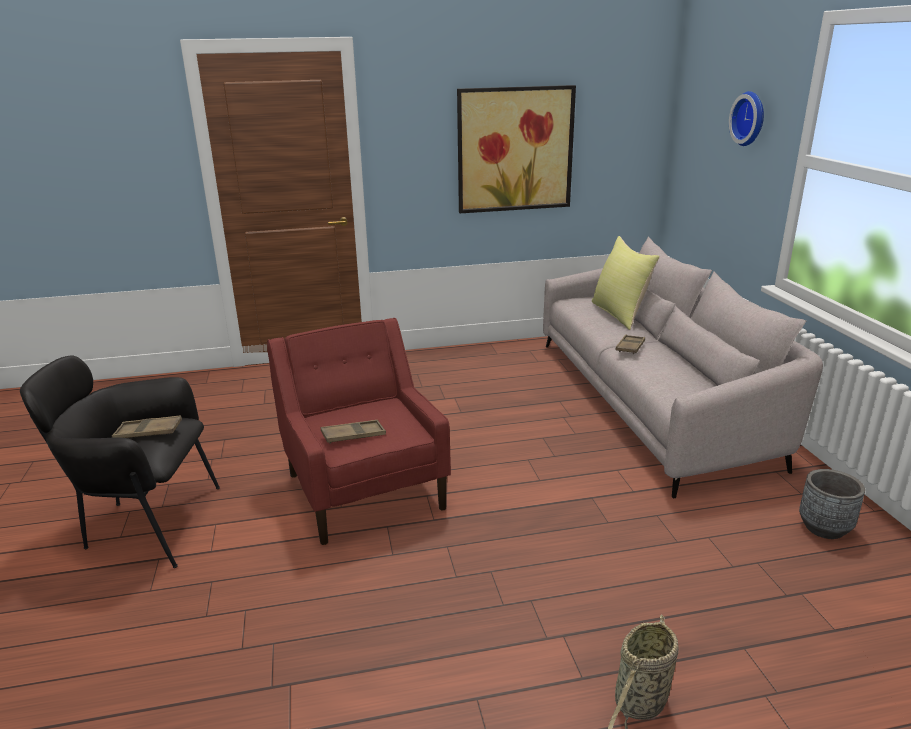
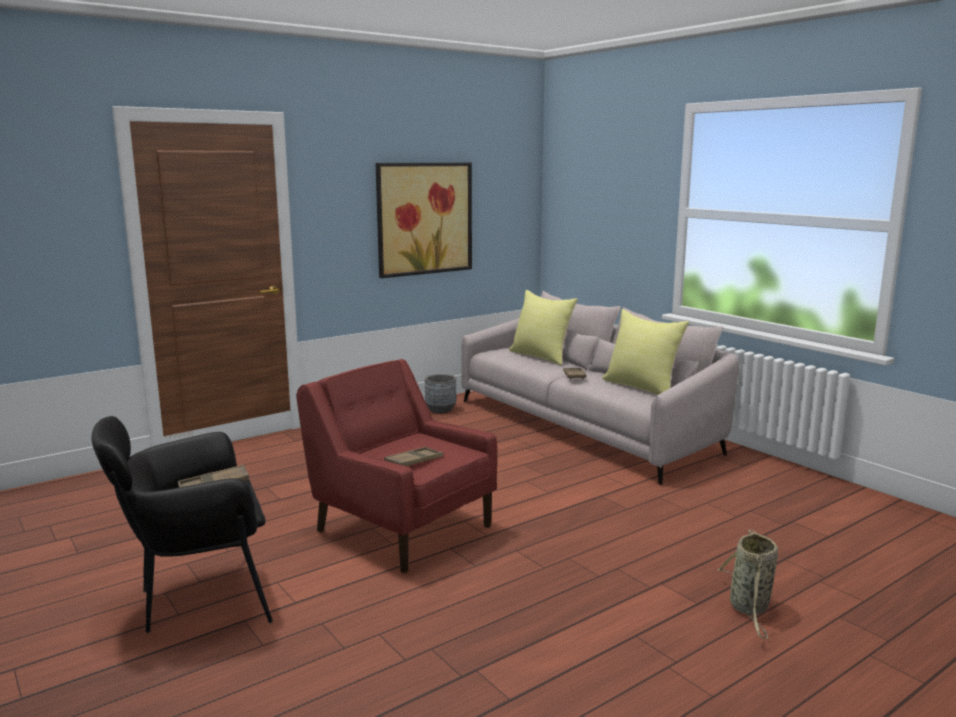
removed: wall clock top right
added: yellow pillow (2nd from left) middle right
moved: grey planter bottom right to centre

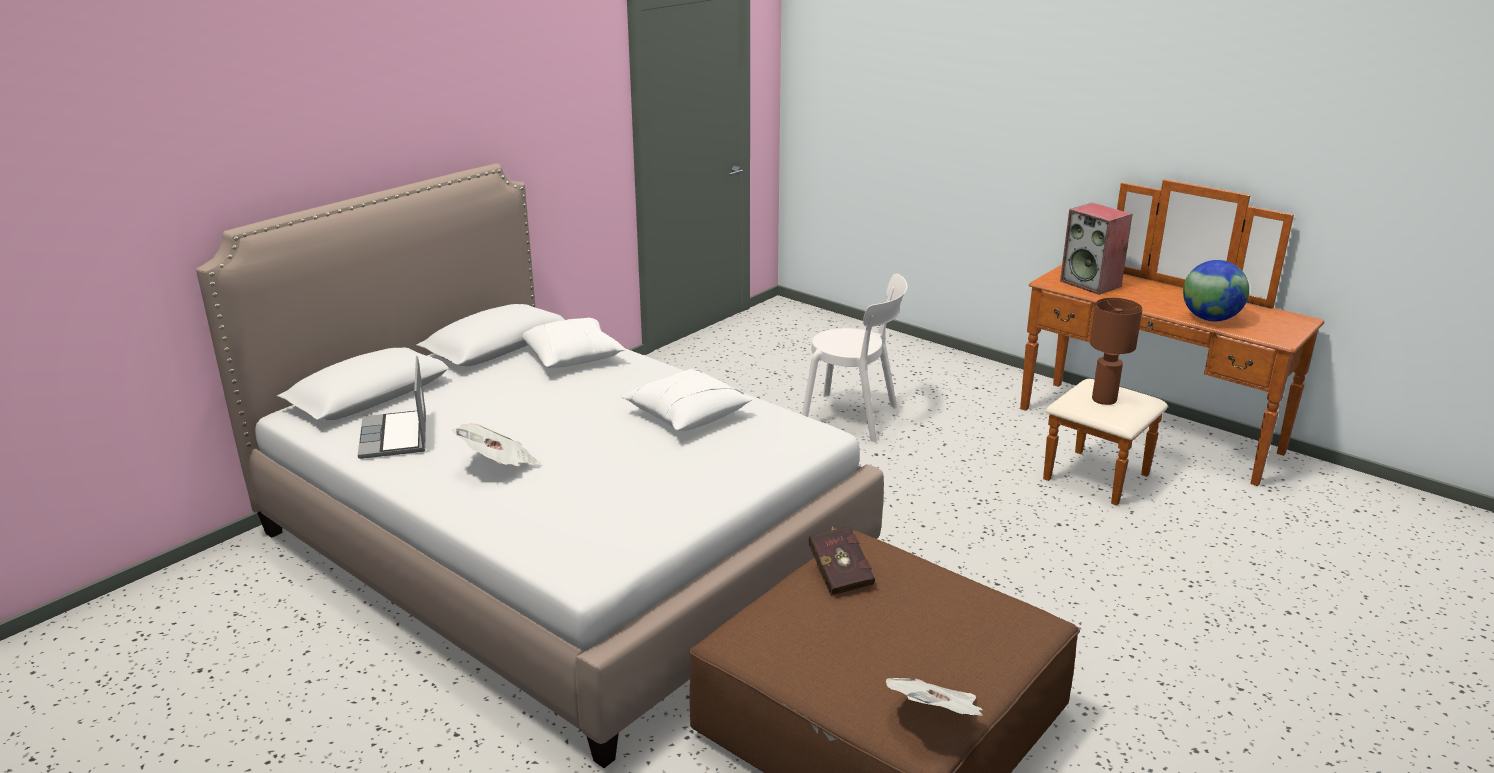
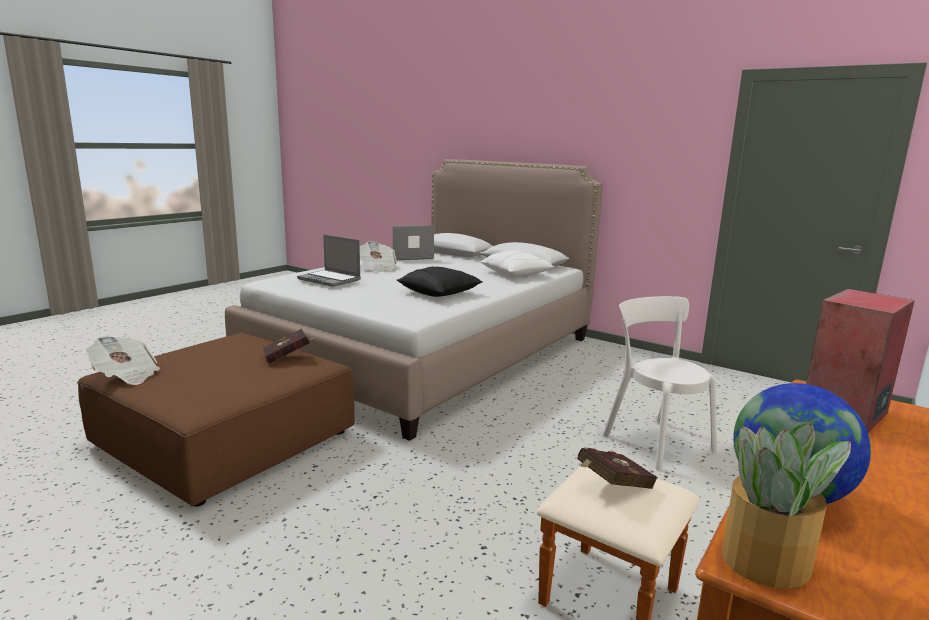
added: laptop (1st from left) centre; potted plant bottom right
replaced: brown table lamp middle right to red book (2nd from left) bottom centre
recoloured: white pillow (2nd from left) centre to black pillow centre
turned: white chair centre = middle right 135 degrees clockwise

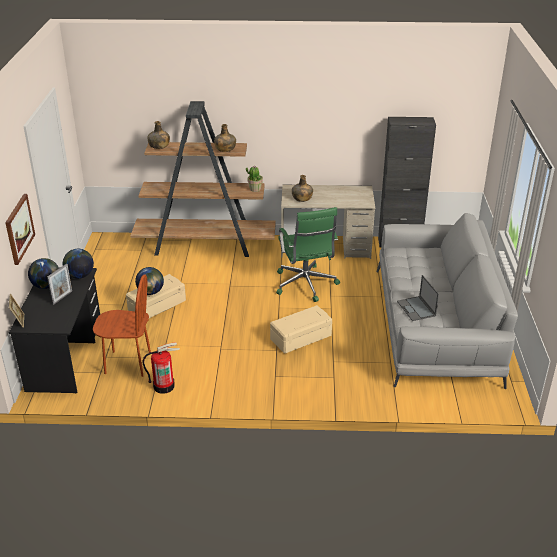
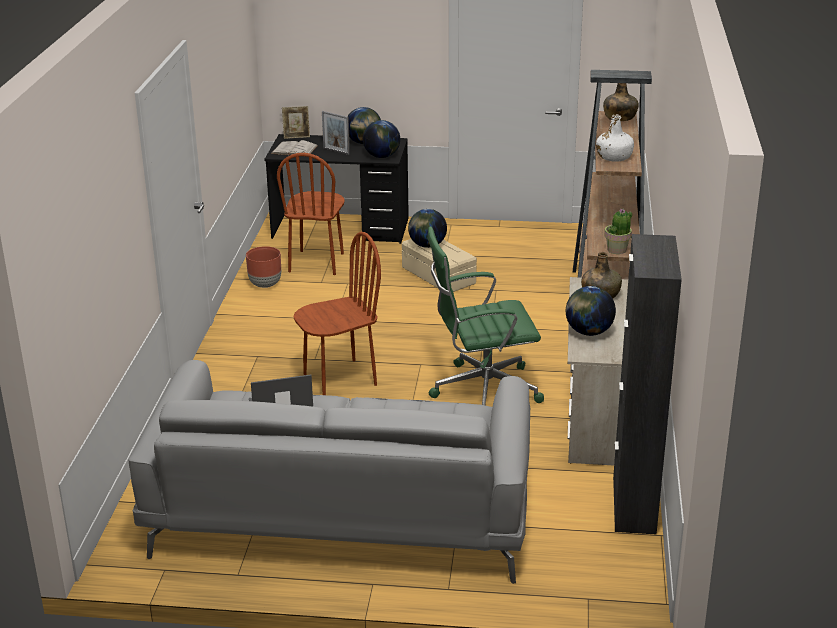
removed: picture middle left
added: white book top centre; globe (4th from left) middle right
replaced: fire extinguisher middle left to brown planter middle left; beige storage box (2nd from left) centre to brown chair (2nd from left) centre
recoloured: green bottle (2nd from left) top centre to white bottle top right

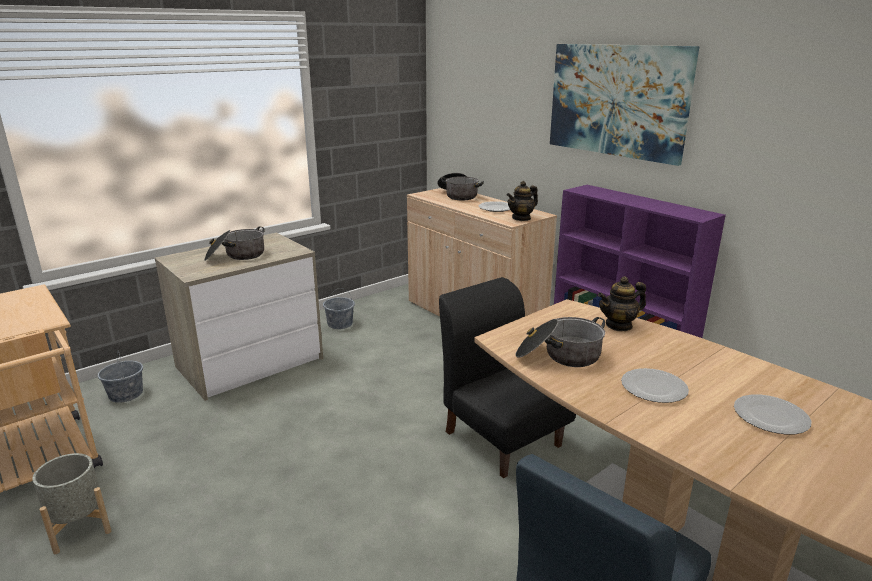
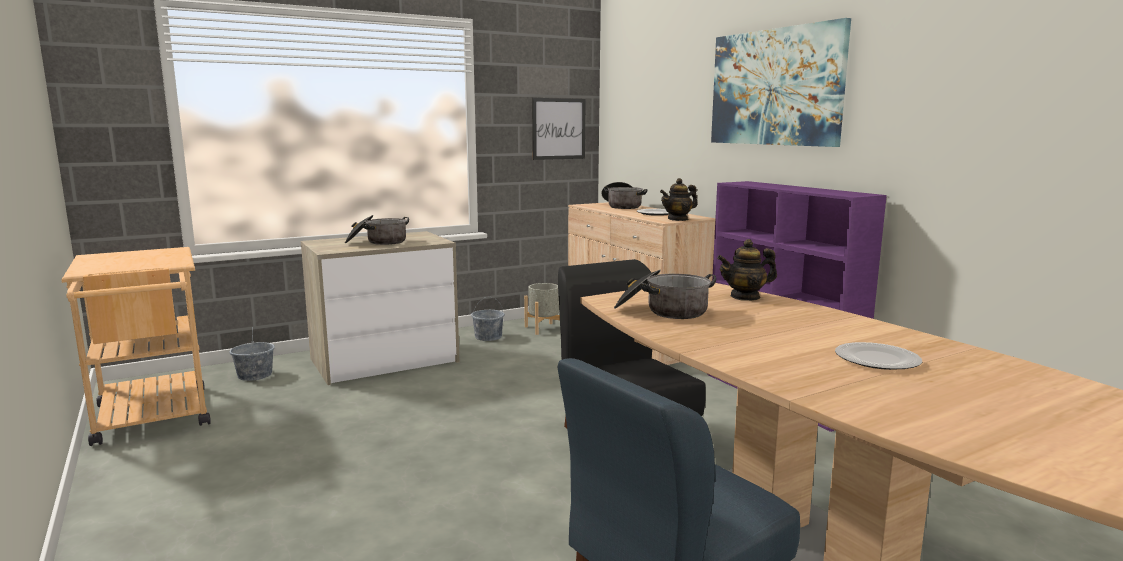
removed: plate (2nd from left) middle right
added: picture (1st from left) top centre
moved: grey planter bottom left to centre

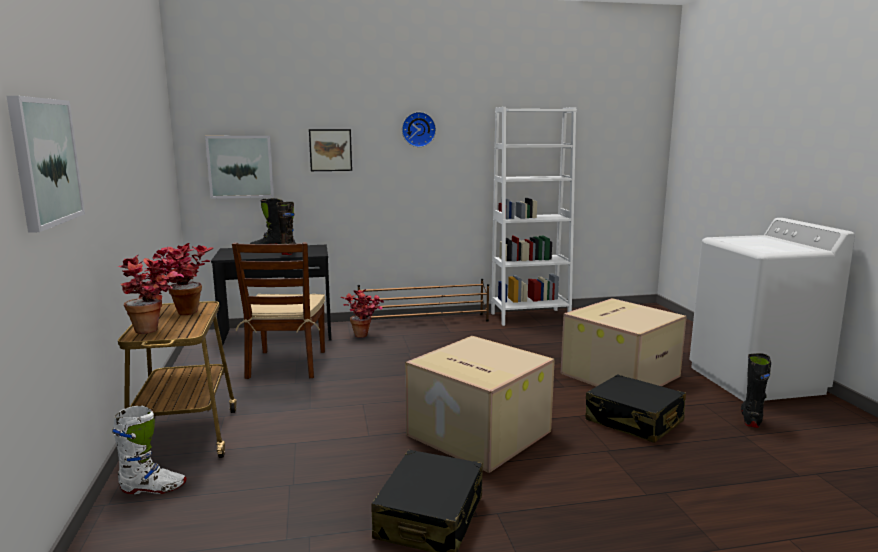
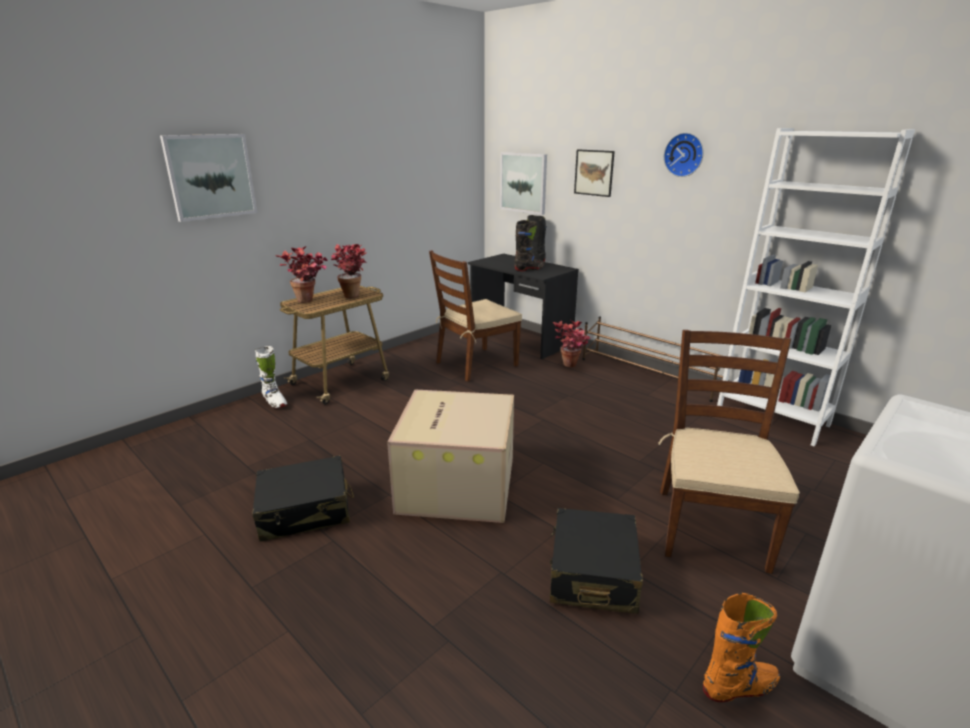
replaced: cardboard box (2nd from left) middle right to brown chair (2nd from left) middle right
recoloured: black boot (3rd from left) bottom right to orange boot bottom right

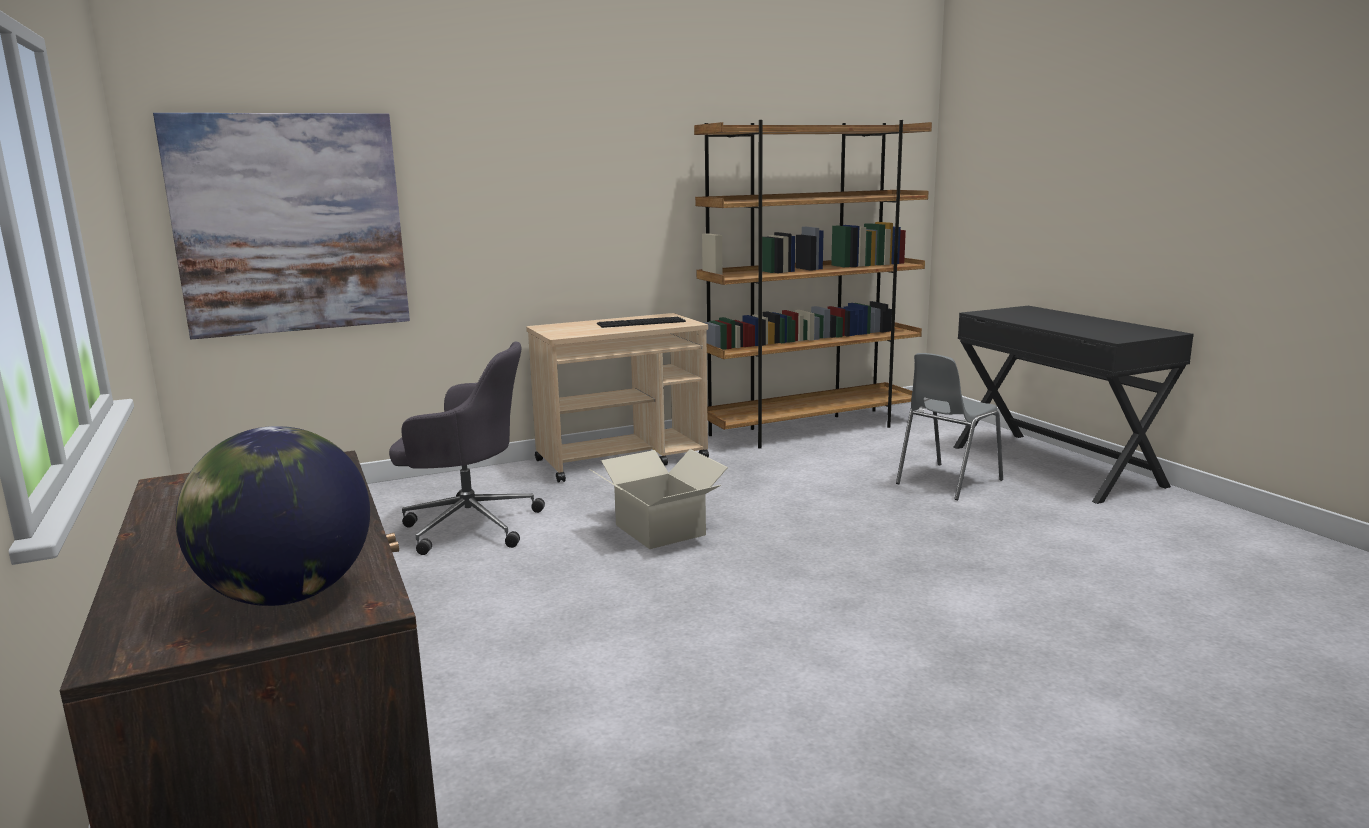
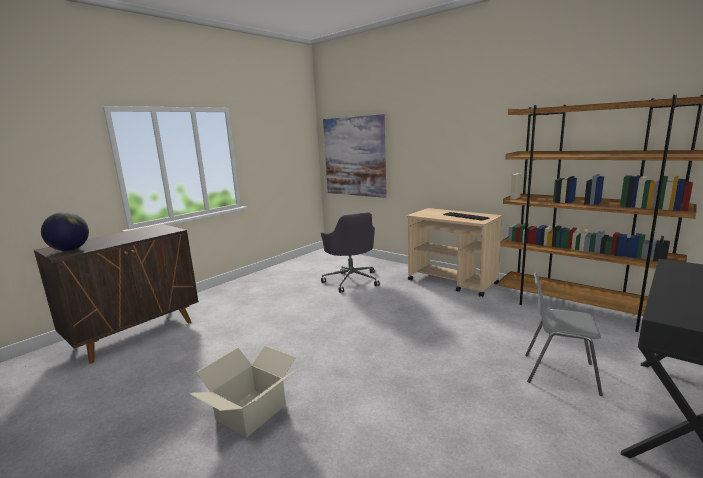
moved: cardboard box centre to bottom centre

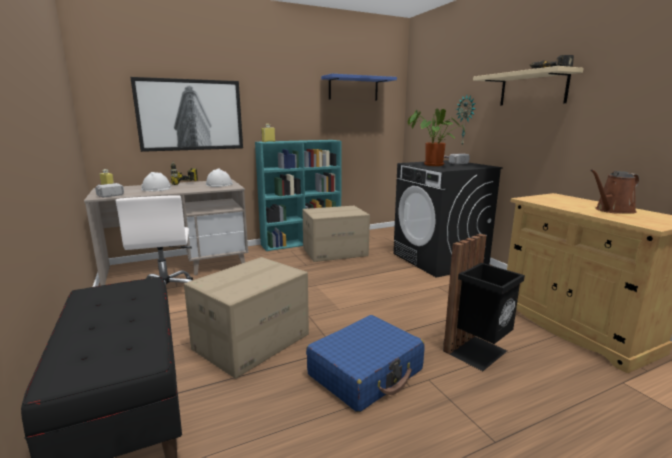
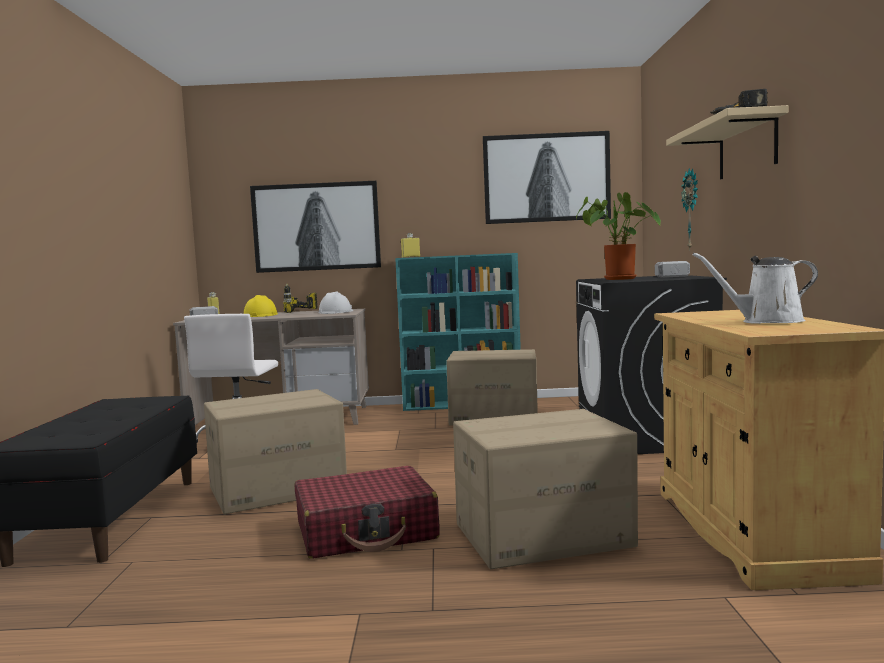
replaced: black trash can middle right to cardboard box (3rd from left) bottom centre; blue shelf top centre to picture (2nd from left) top centre
recoloured: white hard hat (1st from left) middle left to yellow hard hat middle left; blue suitcase bottom centre to red suitcase bottom centre; brown watering can middle right to white watering can middle right

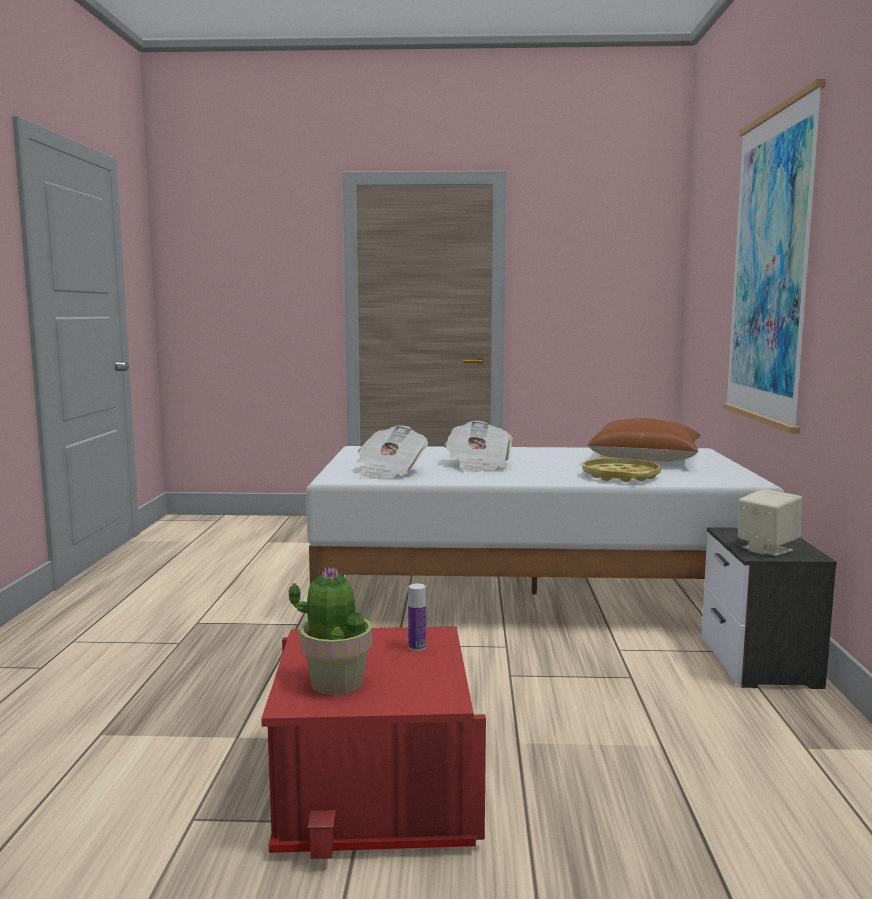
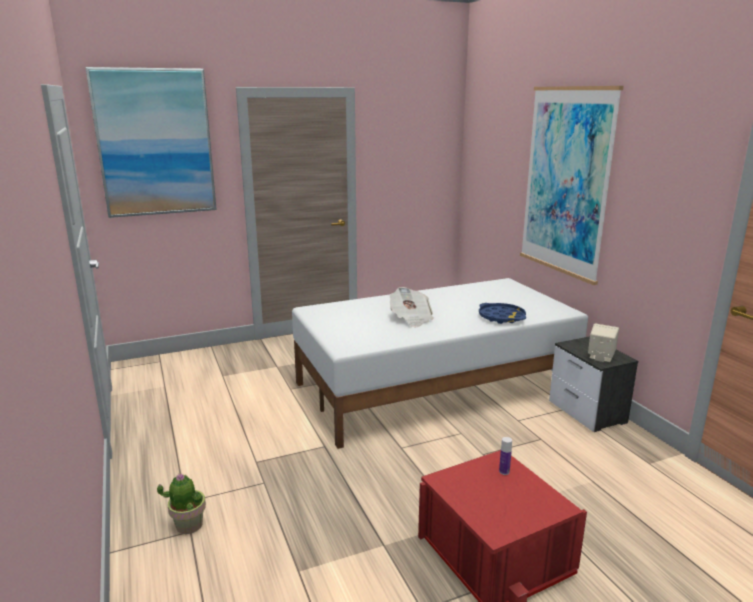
removed: newspaper (1st from left) centre; brown pillow middle right
added: picture (1st from left) top left
moved: potted plant bottom centre to bottom left
recoloured: yellow tray middle right to blue tray middle right

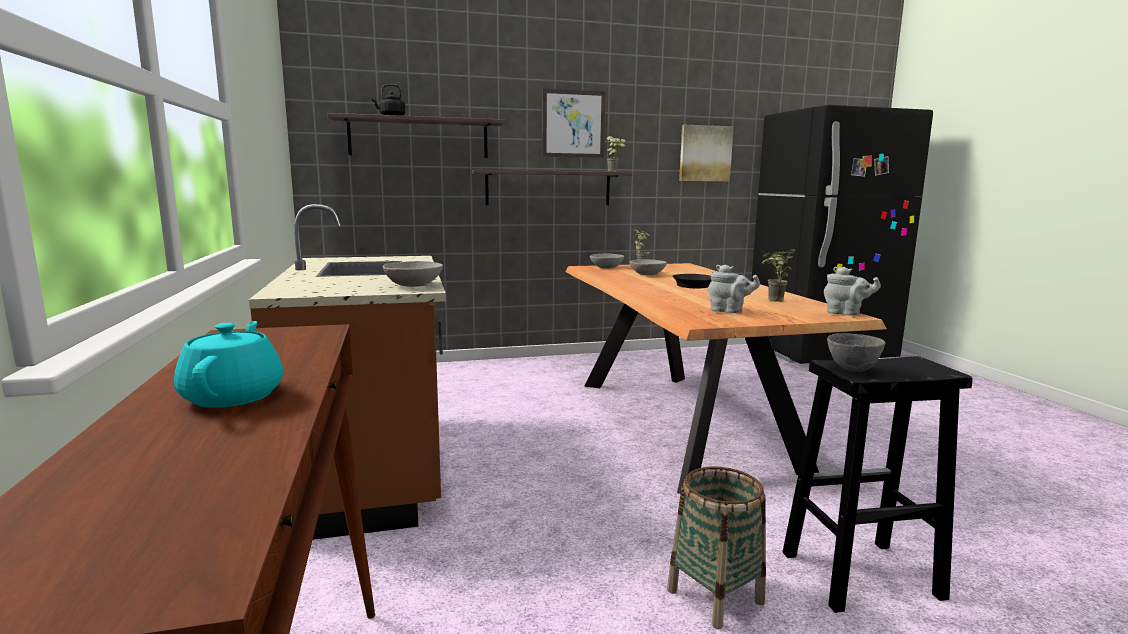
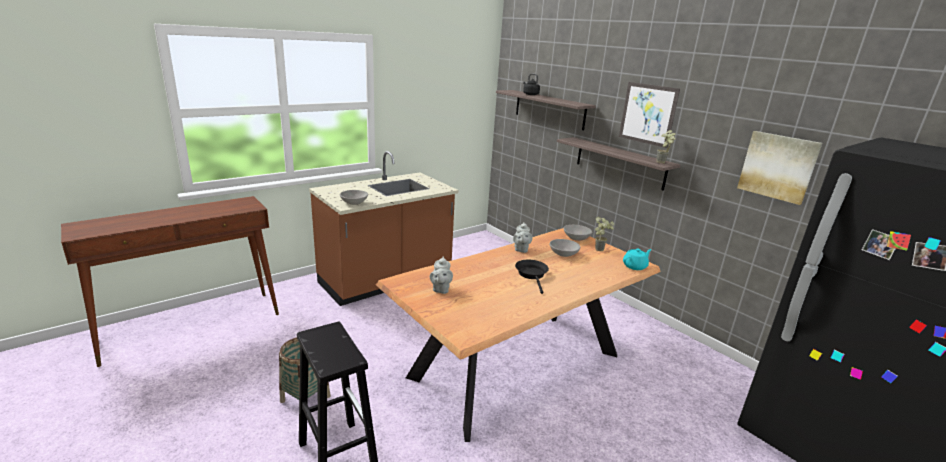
removed: potted plant (3rd from left) middle right; grey bowl (4th from left) middle right
moved: grey teapot (2nd from left) middle right to centre; turquoise teapot middle left to middle right

